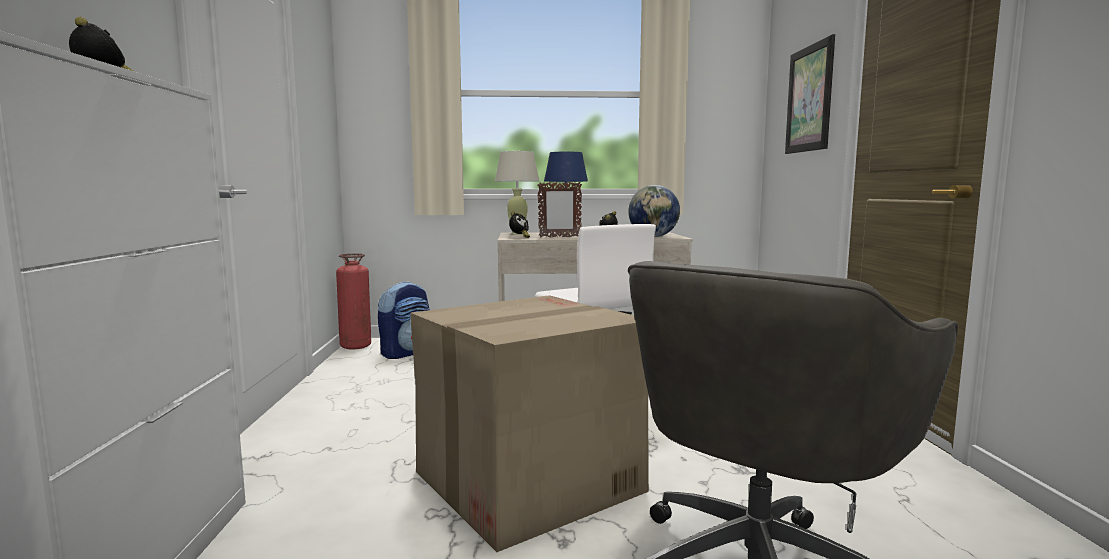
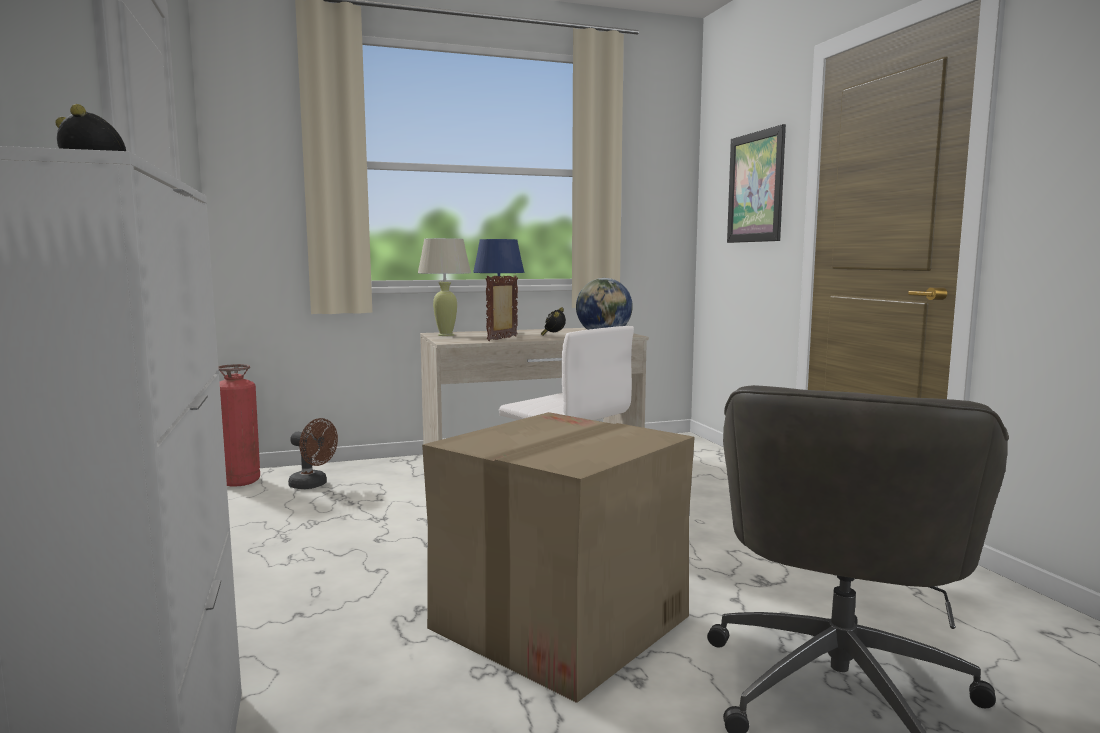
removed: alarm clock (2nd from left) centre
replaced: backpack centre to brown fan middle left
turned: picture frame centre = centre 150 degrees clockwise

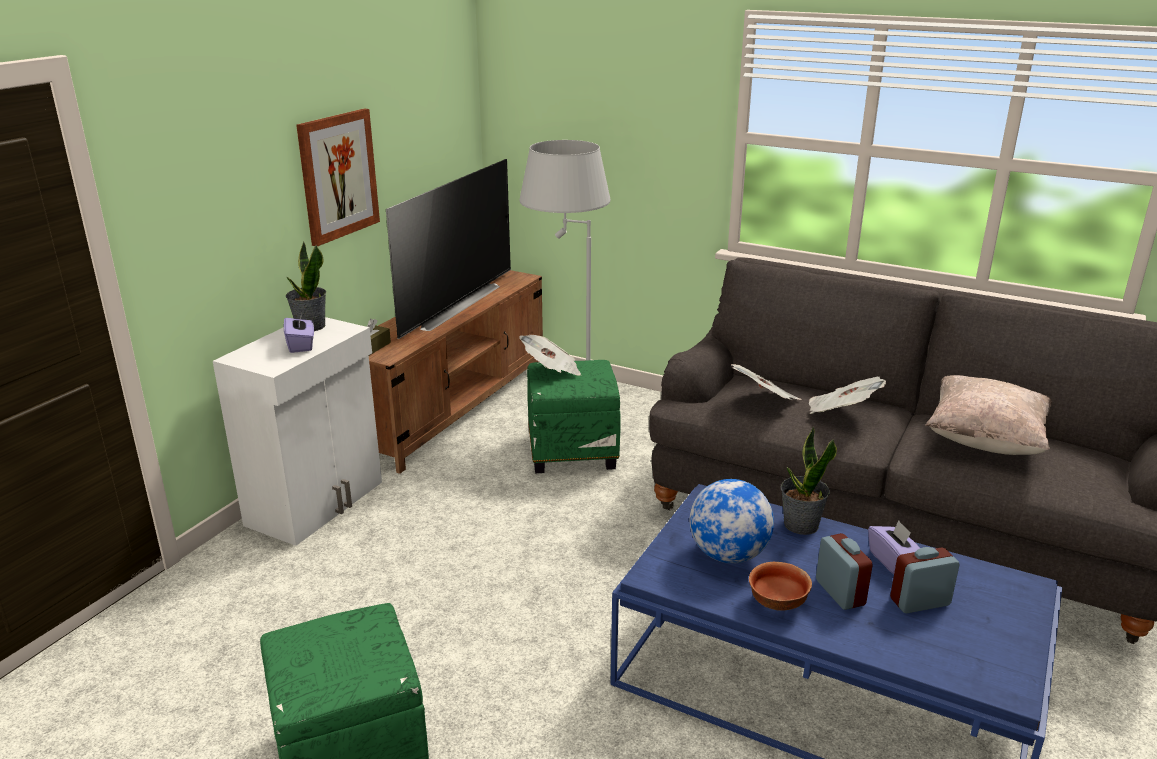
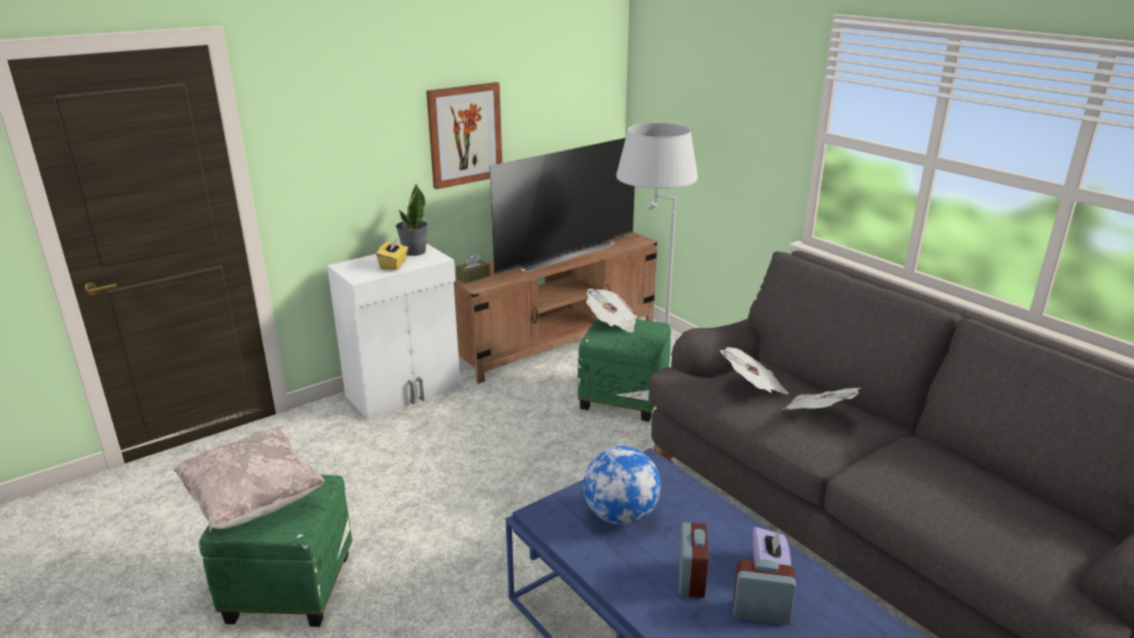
removed: bowl bottom right; potted plant (2nd from left) middle right
moved: beige pillow middle right to bottom left
recoloured: purple tissue box (1st from left) middle left to yellow tissue box centre

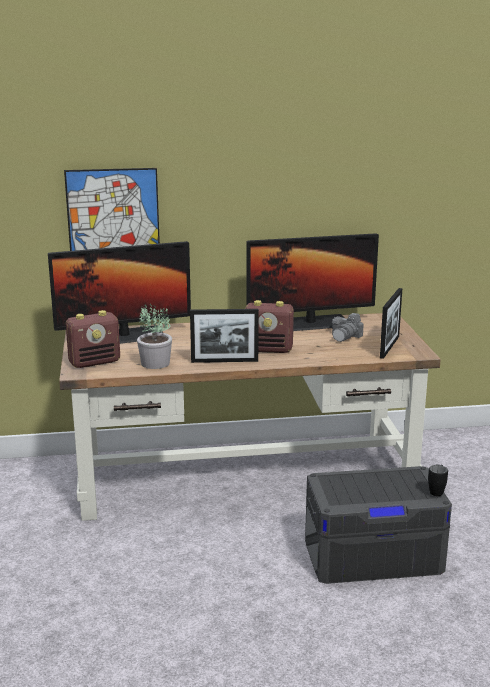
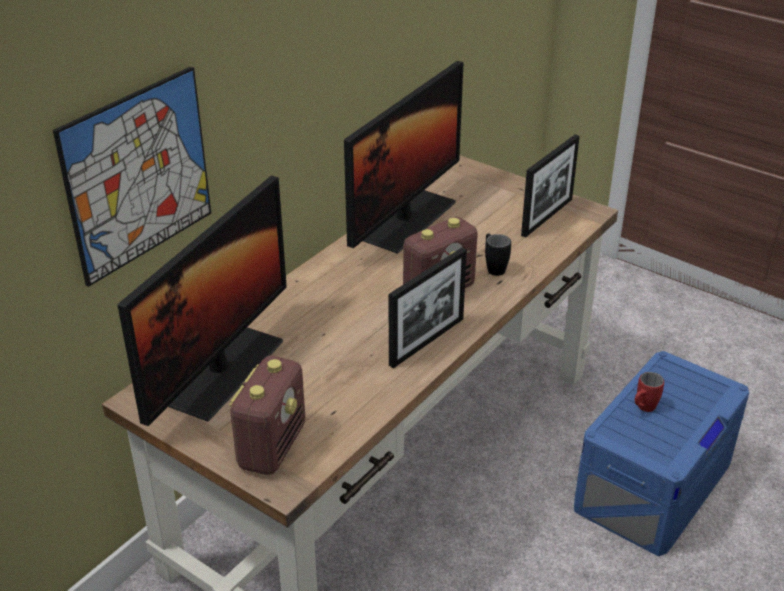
removed: potted plant middle left; photo camera middle right
added: red mug middle right
moved: black mug bottom right to centre
recoloured: grey storage box bottom right to blue storage box bottom right
turned: picture frame (2nd from left) middle right = top right 60 degrees clockwise

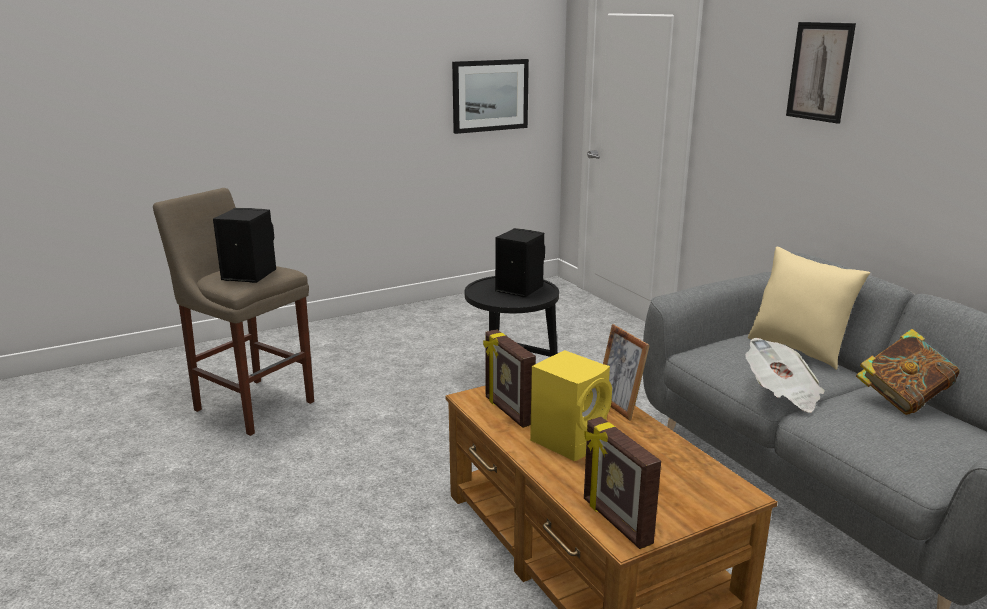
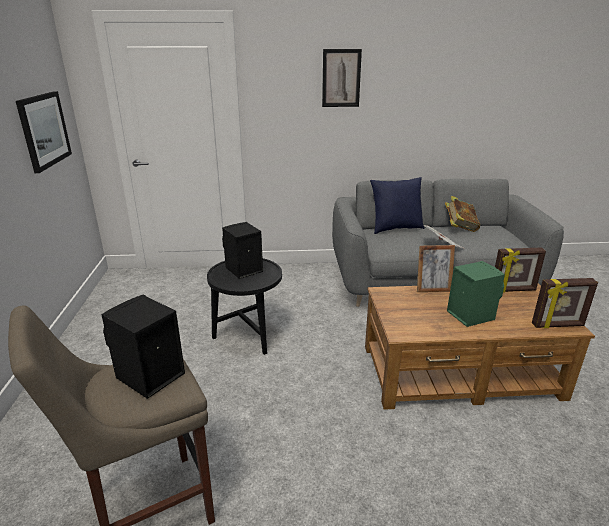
moved: picture frame (1st from left in the first image) centre to picture frame (2nd from left) middle right
recoloured: beige pillow middle right to blue pillow centre; yellow speaker centre to green speaker middle right

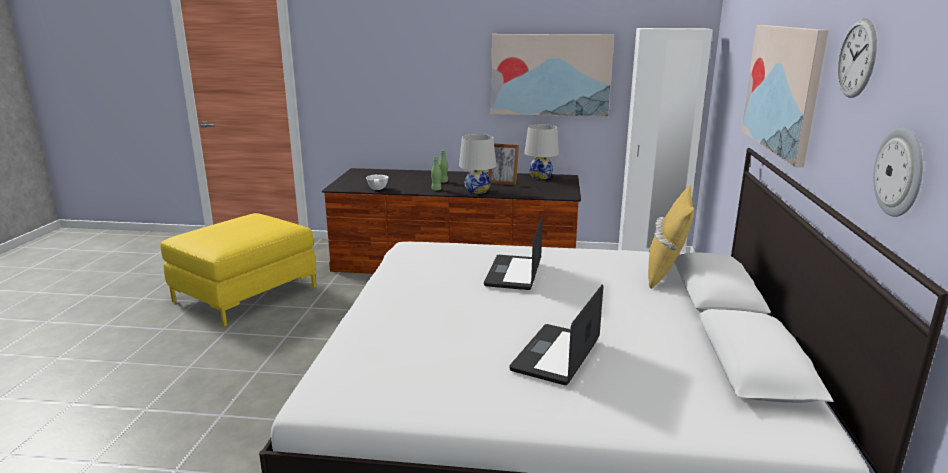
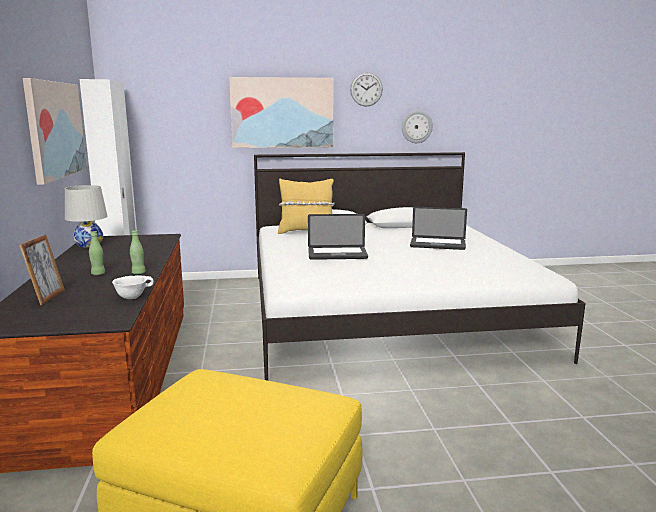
removed: white table lamp (1st from left) centre
moved: picture frame centre to middle left

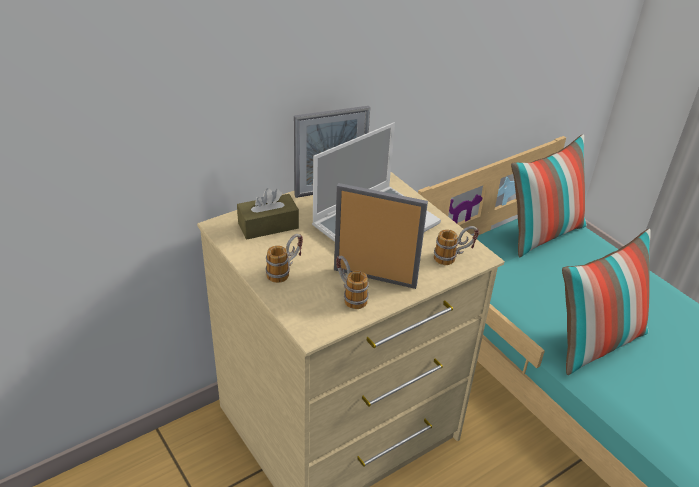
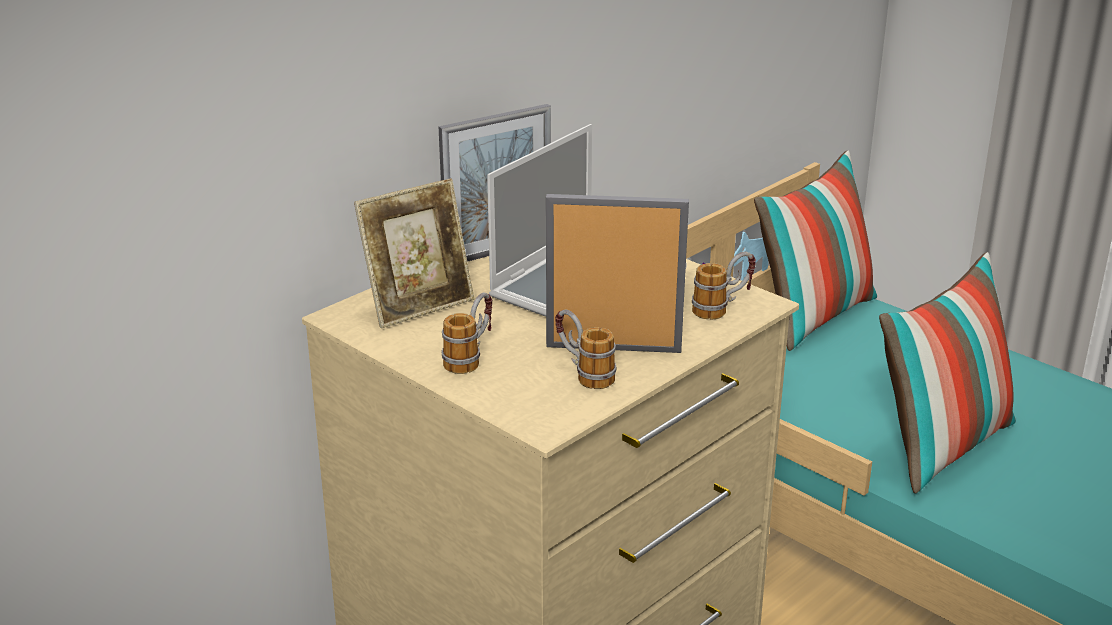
replaced: brown tissue box centre to picture frame (1st from left) centre

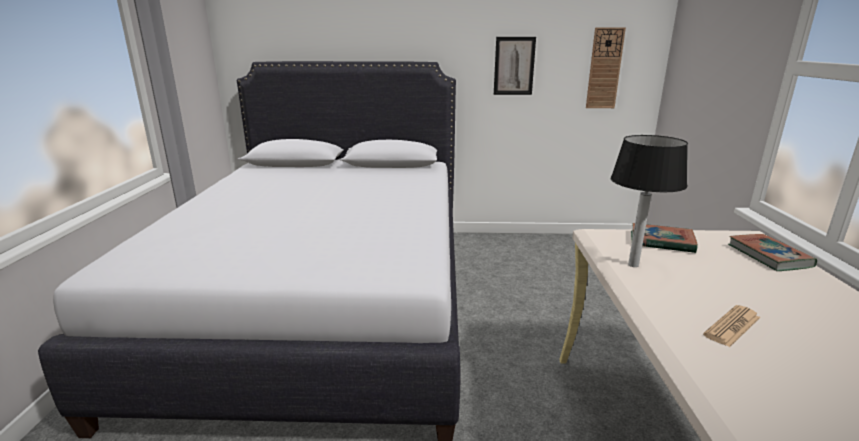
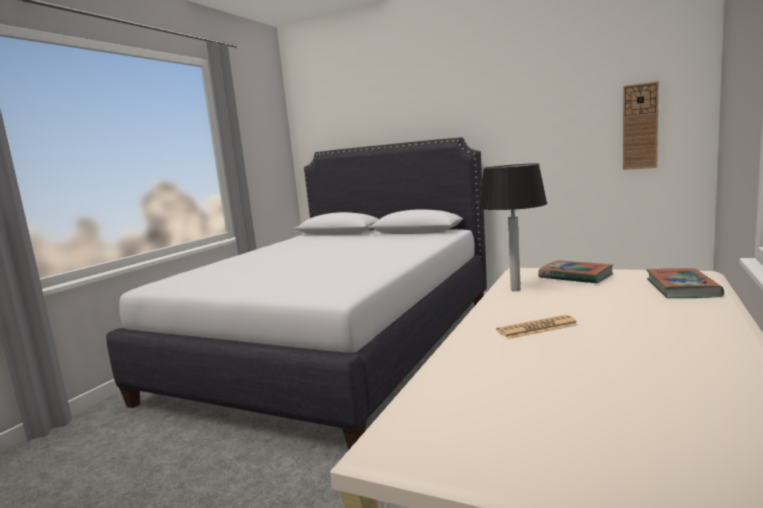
removed: picture top centre

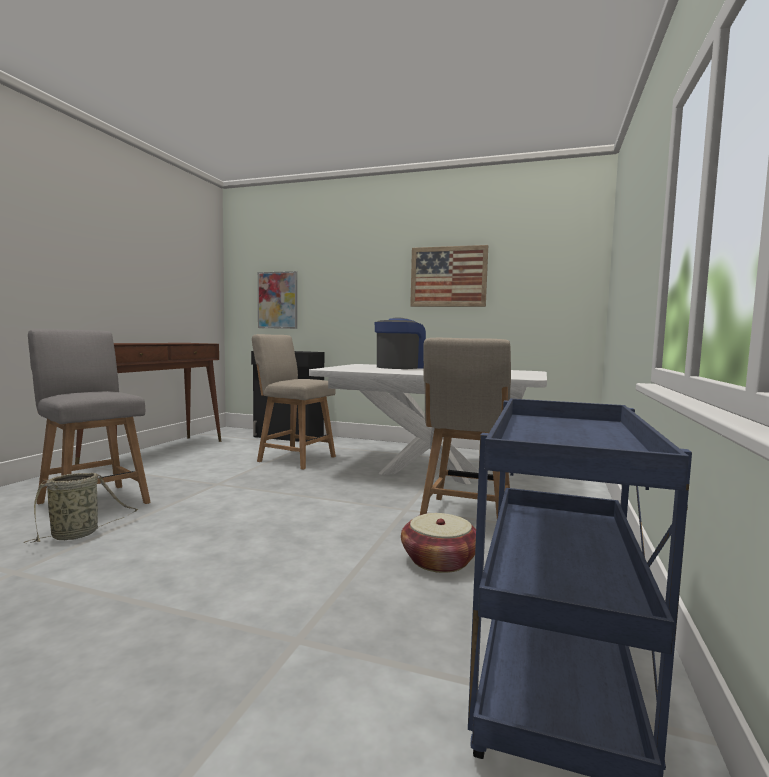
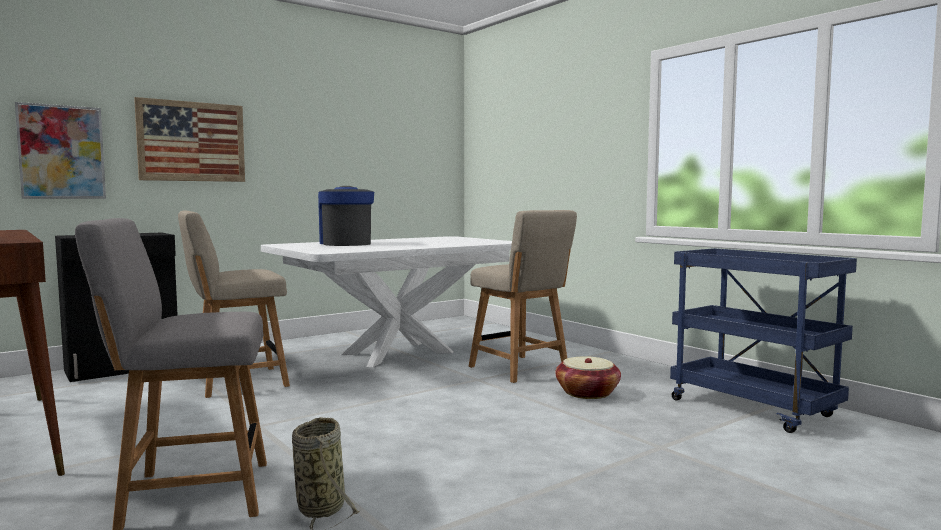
moved: picture (2nd from left) centre to top left

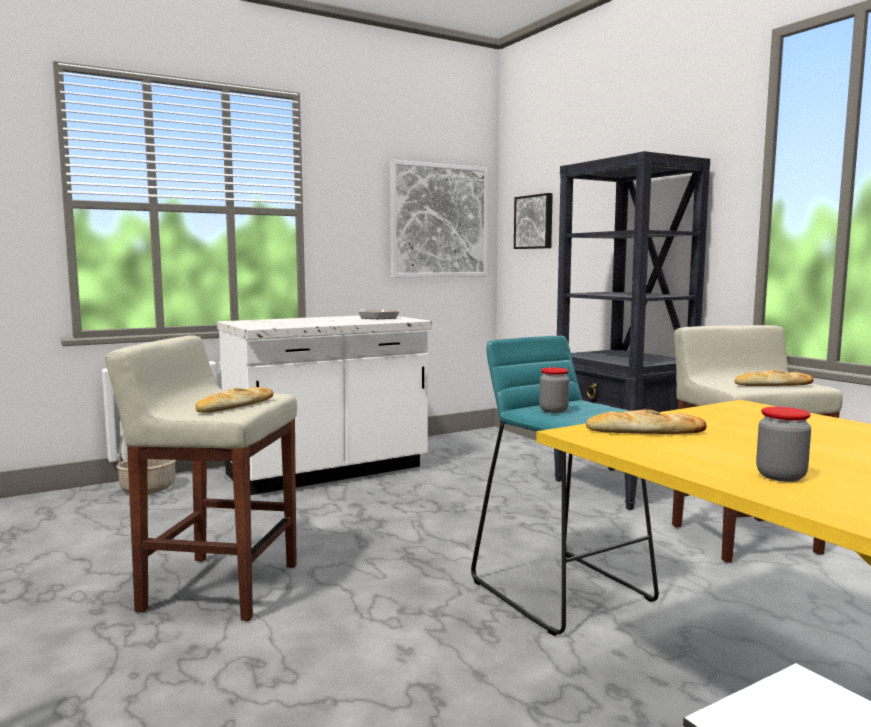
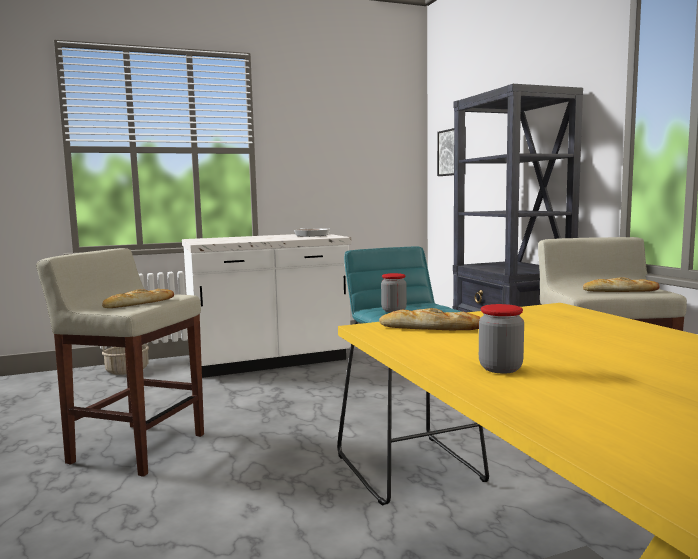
removed: picture (1st from left) top centre

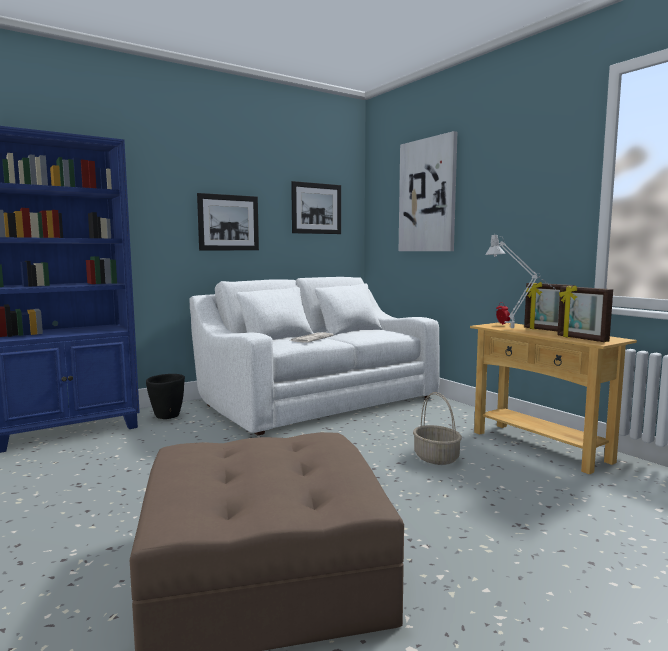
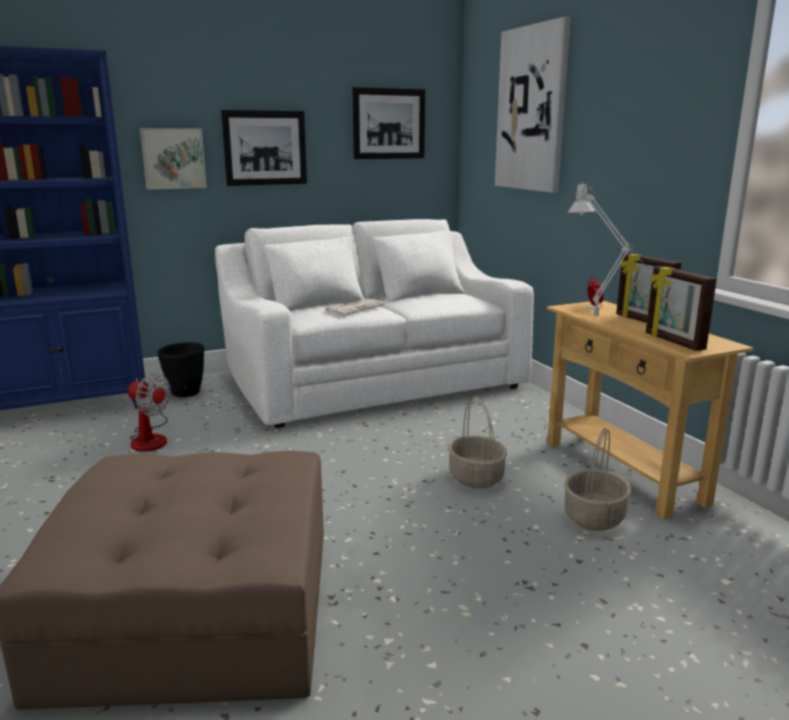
added: fan middle left; picture (1st from left) top left; basket (2nd from left) middle right

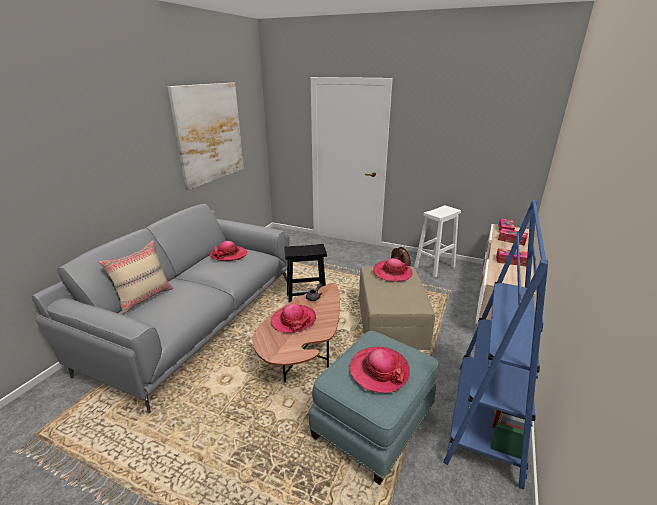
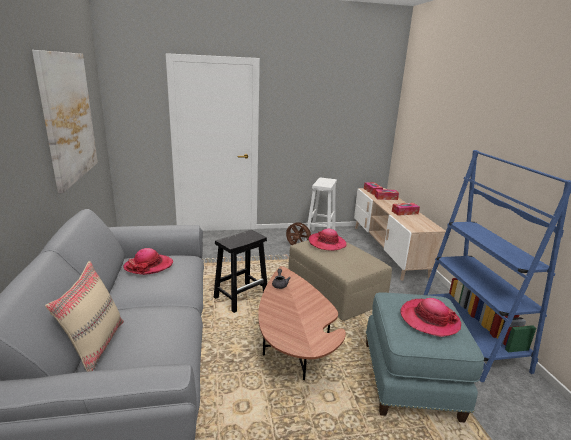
removed: hat (2nd from left) centre

